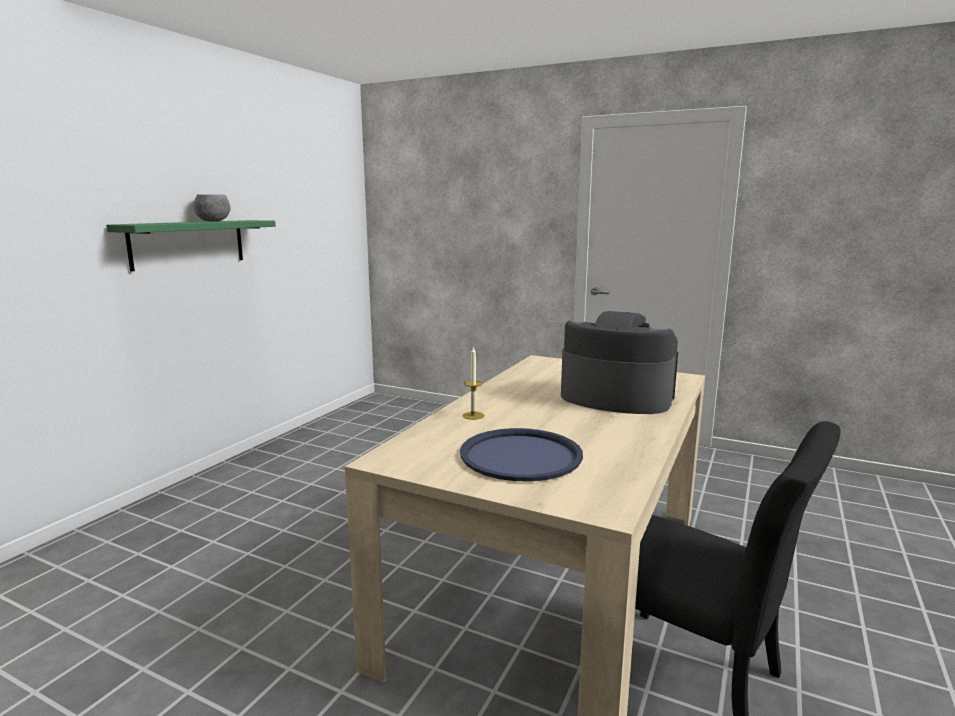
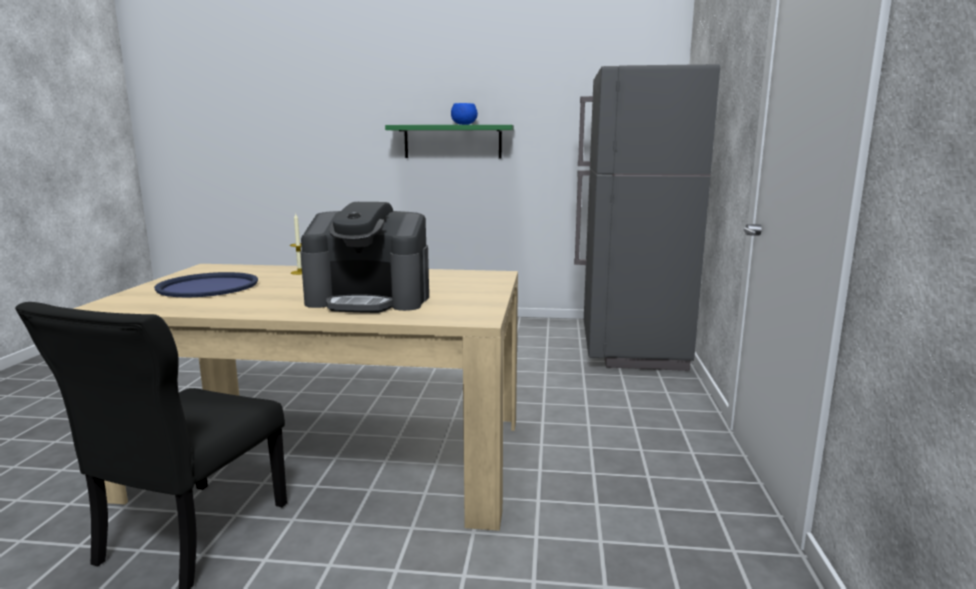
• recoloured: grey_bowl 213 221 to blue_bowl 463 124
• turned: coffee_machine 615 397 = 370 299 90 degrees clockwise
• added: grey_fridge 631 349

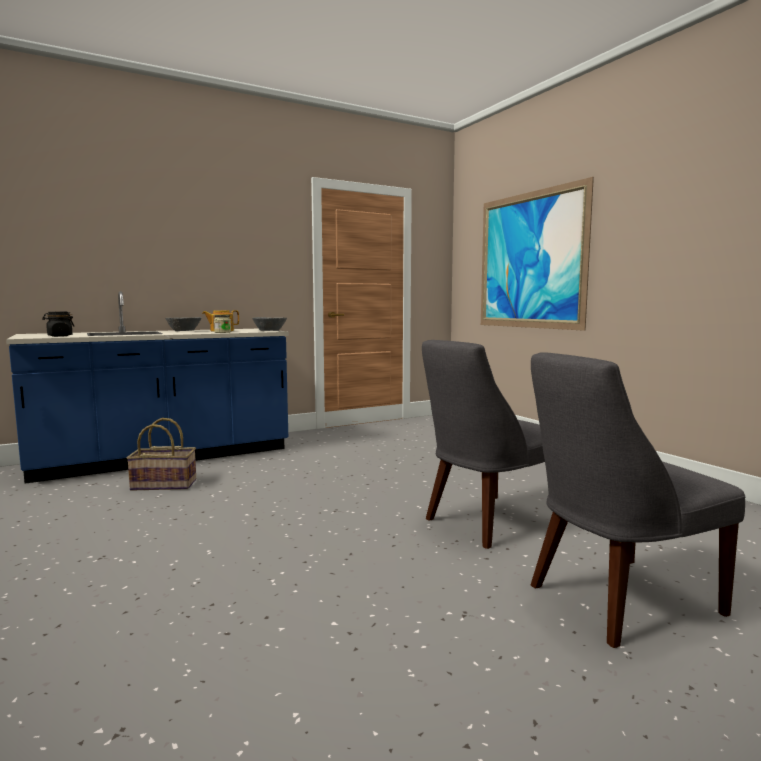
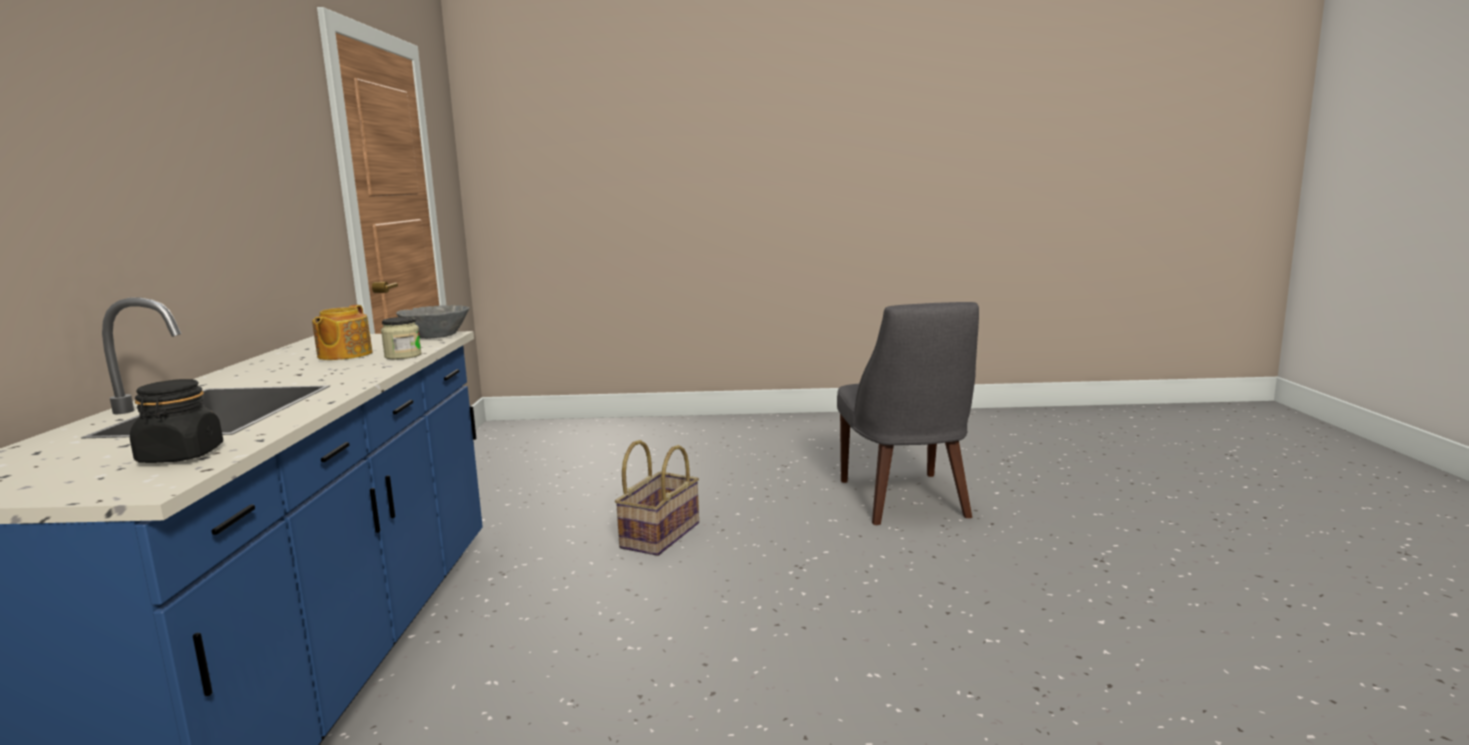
• removed: picture 530 260
• removed: grey_bowl 184 331
• removed: grey_chair 616 600
• moved: basket 164 484 to 659 535

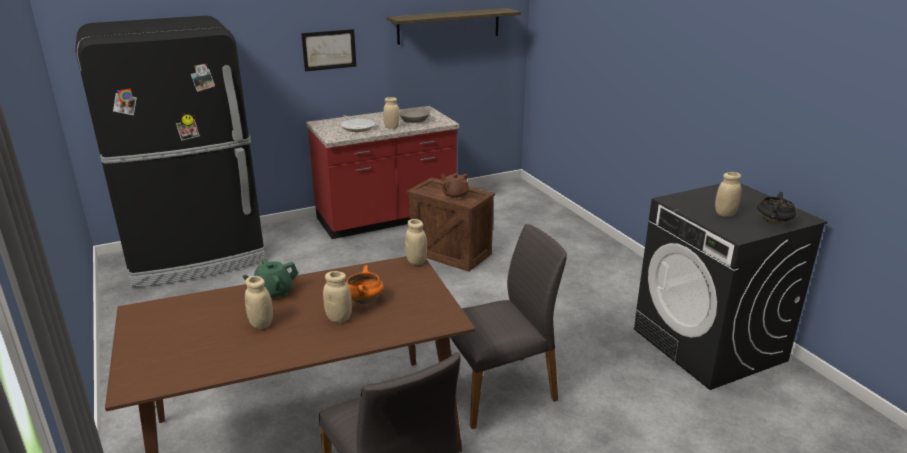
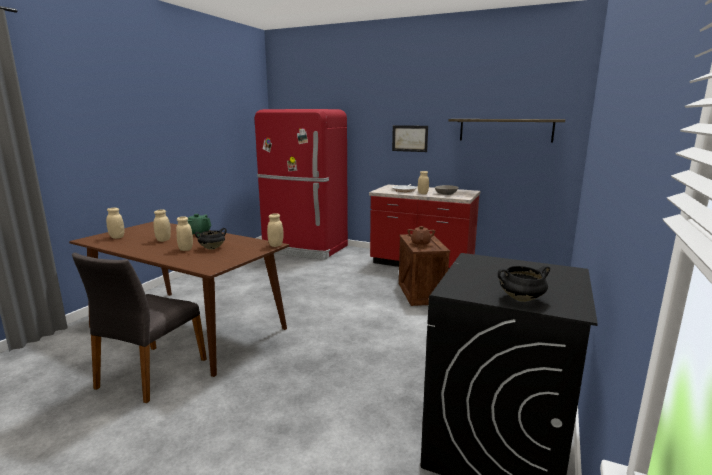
• recoloured: black_fridge 197 257 to red_fridge 304 248
• moved: beige_jar 725 214 to 117 237
• removed: grey_chair 499 388
• recoloured: orange_cooking_pot 364 300 to black_cooking_pot 212 248

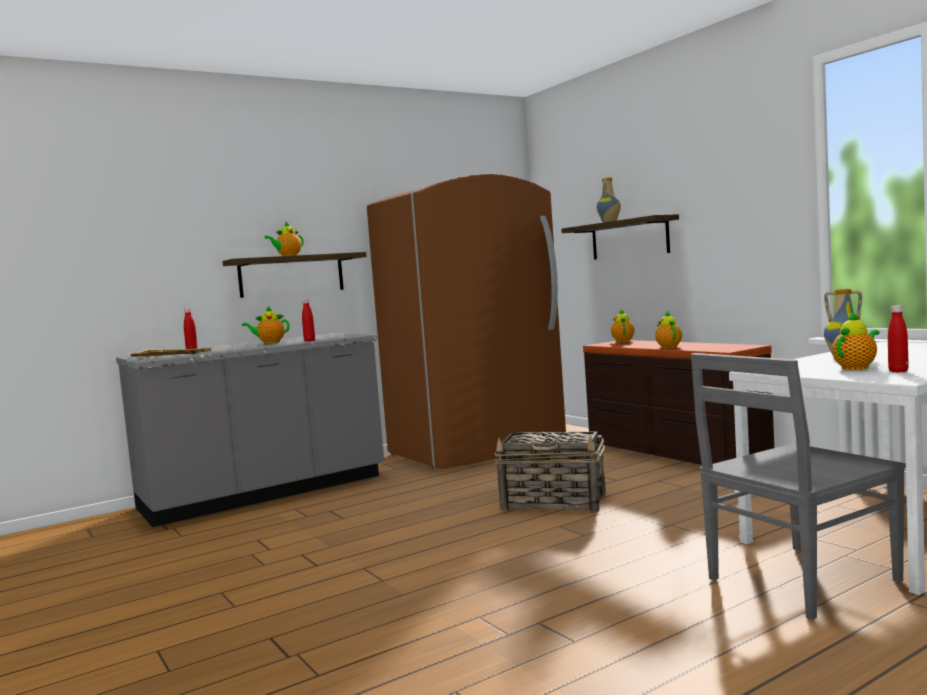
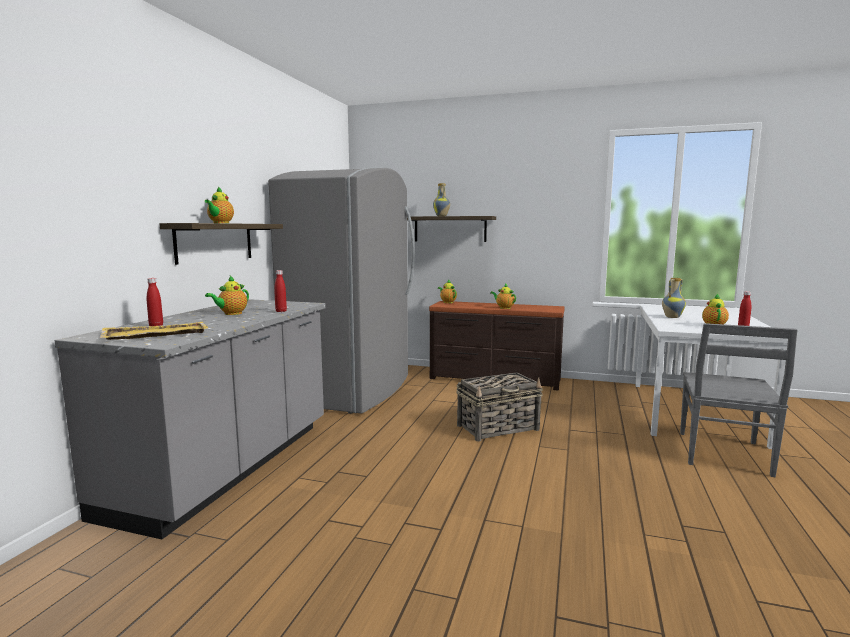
• recoloured: brown_fridge 479 449 to grey_fridge 352 391

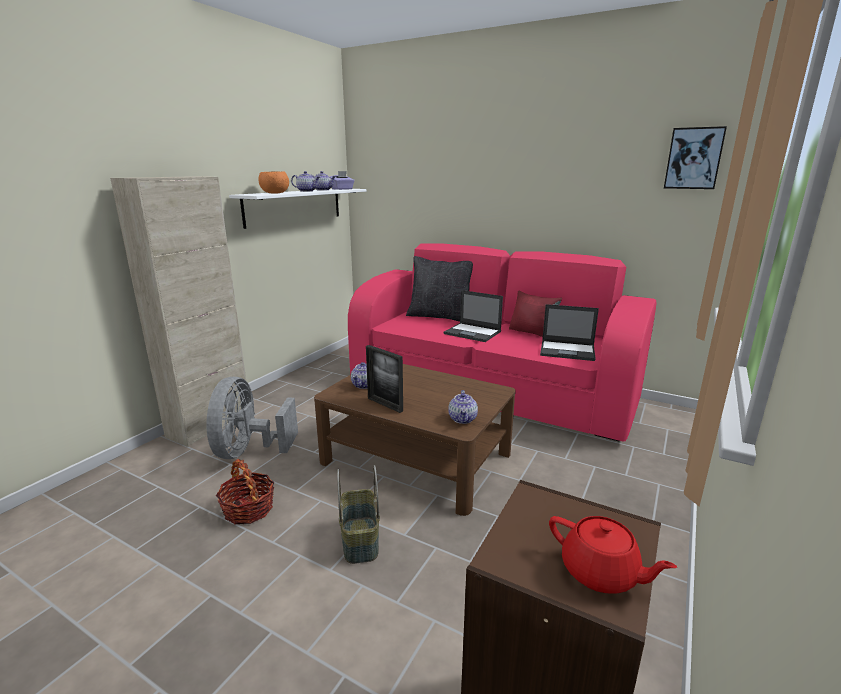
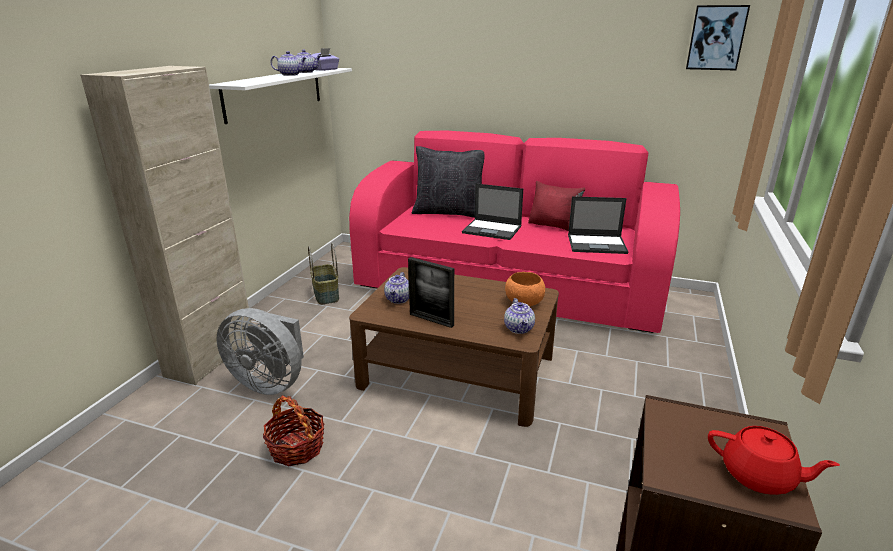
• moved: orange_bowl 275 193 to 524 302
• turned: grey_fan 249 451 = 270 382 60 degrees counterclockwise
• moved: basket 359 539 to 325 294

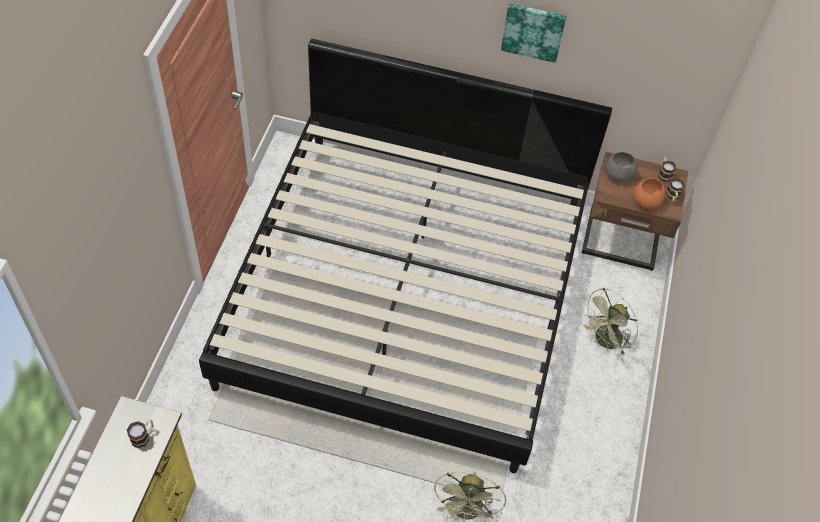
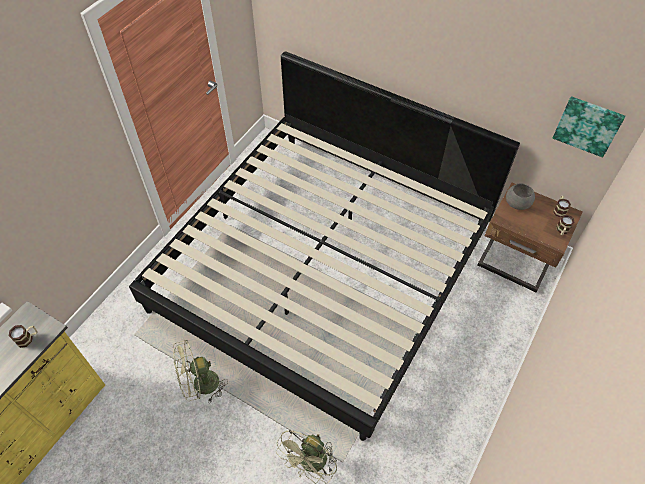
• moved: picture 533 31 to 588 125
• removed: orange_bowl 647 200
• moved: green_fan 604 341 to 200 385

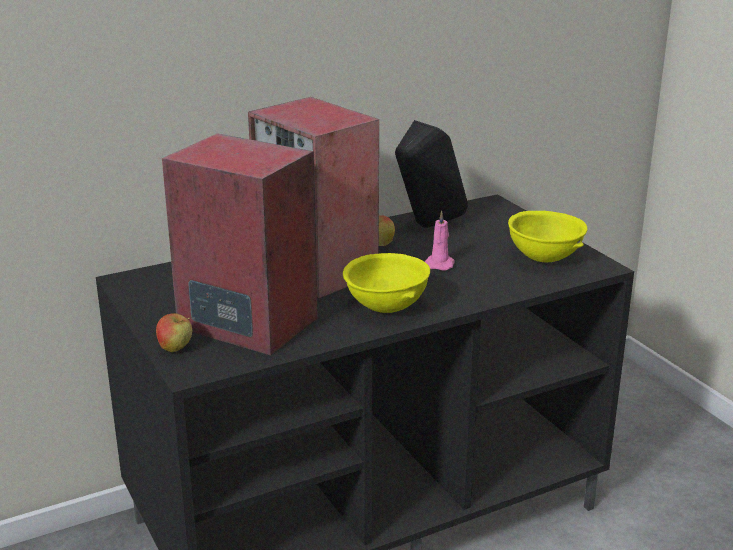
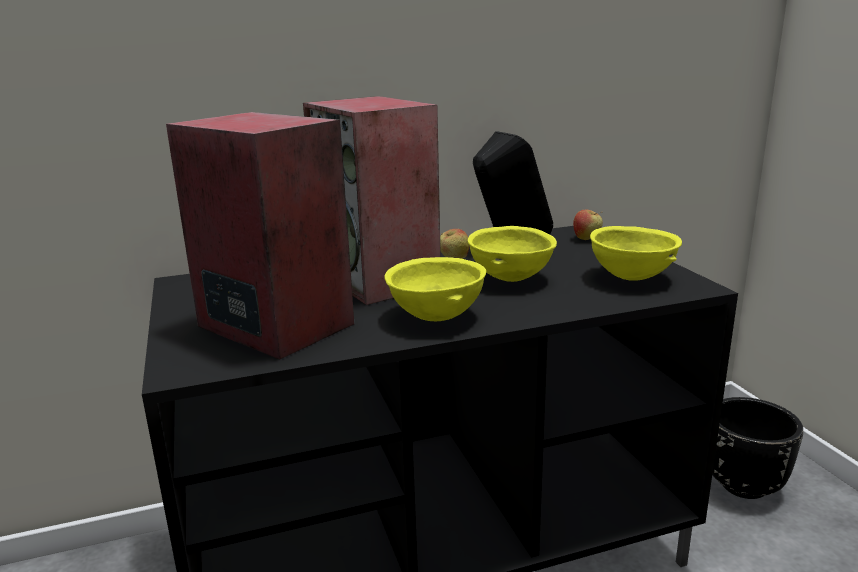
• replaced: pink_candle 440 264 to yellow_bowl 512 279
• moved: apple 175 349 to 587 239
• added: black_planter 744 485

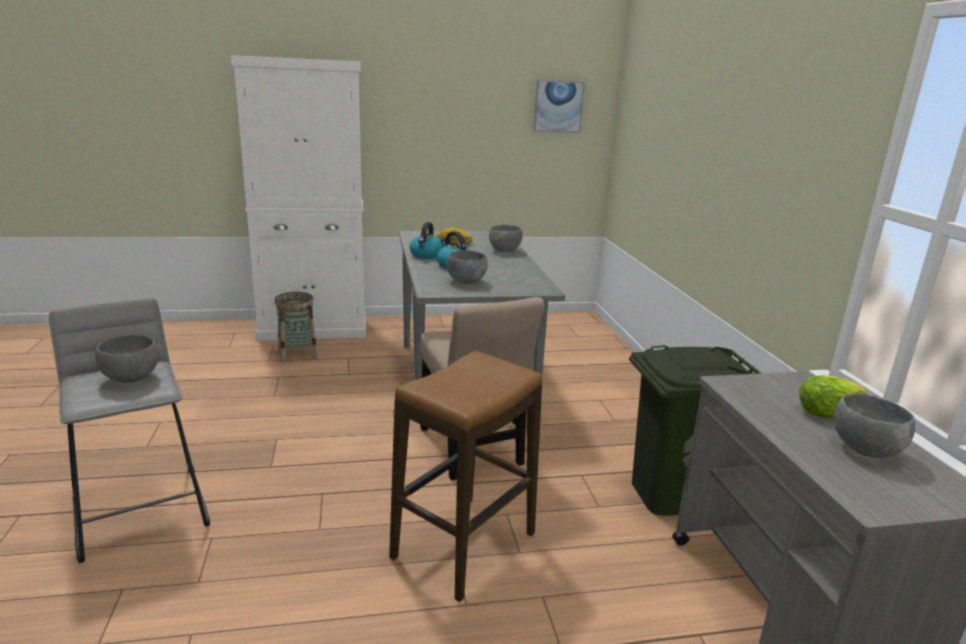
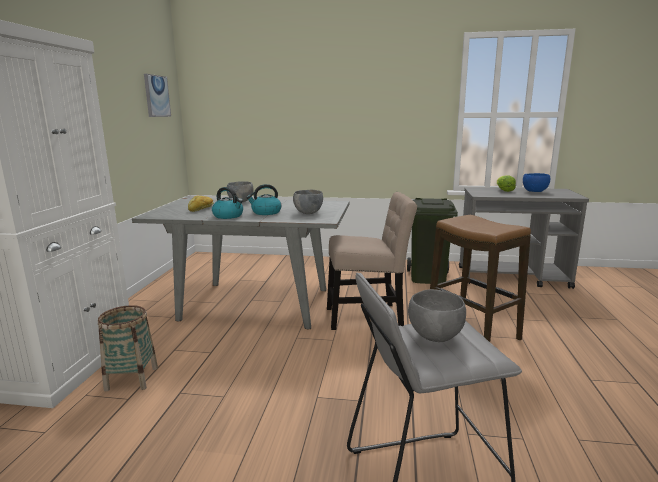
• recoloured: grey_bowl 865 450 to blue_bowl 535 191

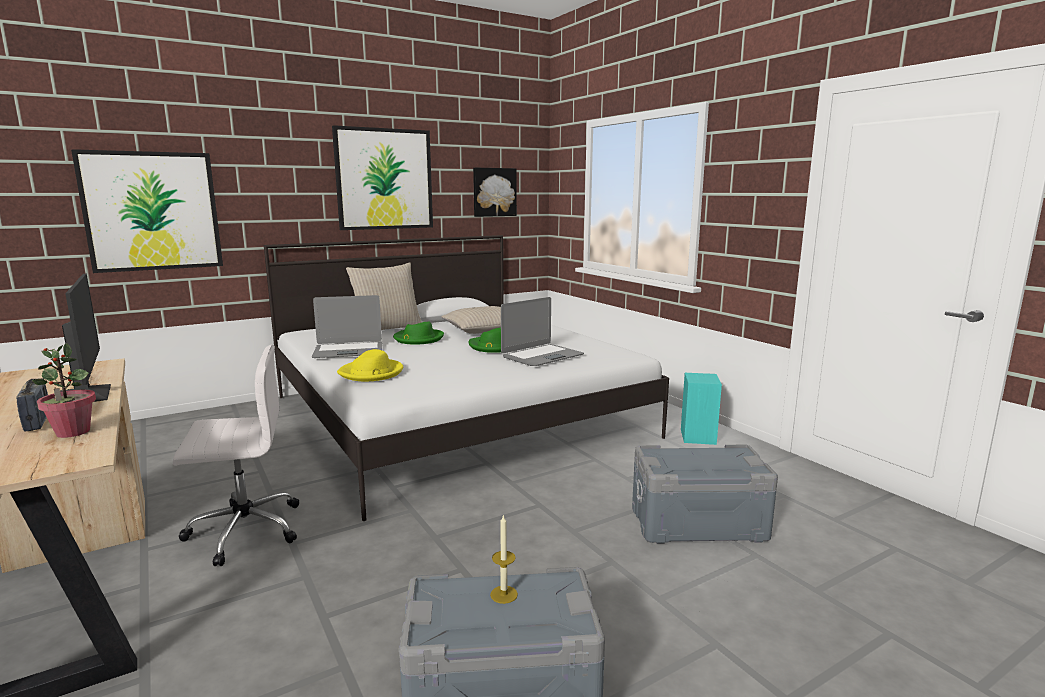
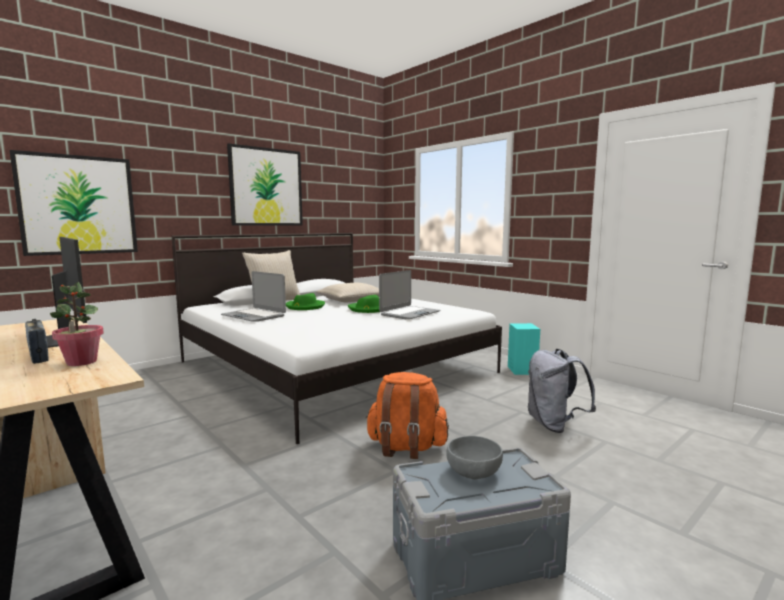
• removed: picture 494 192
• turned: laptop 348 351 = 254 316 60 degrees clockwise
• removed: white_office_chair 243 530
• removed: yellow_hat 372 373
• replaced: grey_storage_box 698 524 to grey_backpack 554 425
• replaced: candle 504 594 to grey_bowl 474 471
• added: orange_backpack 406 447

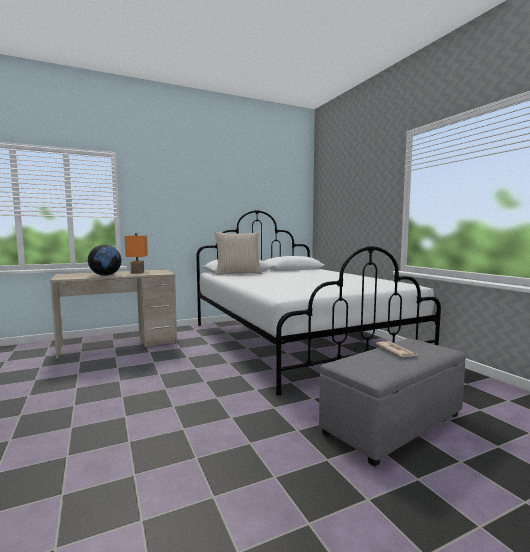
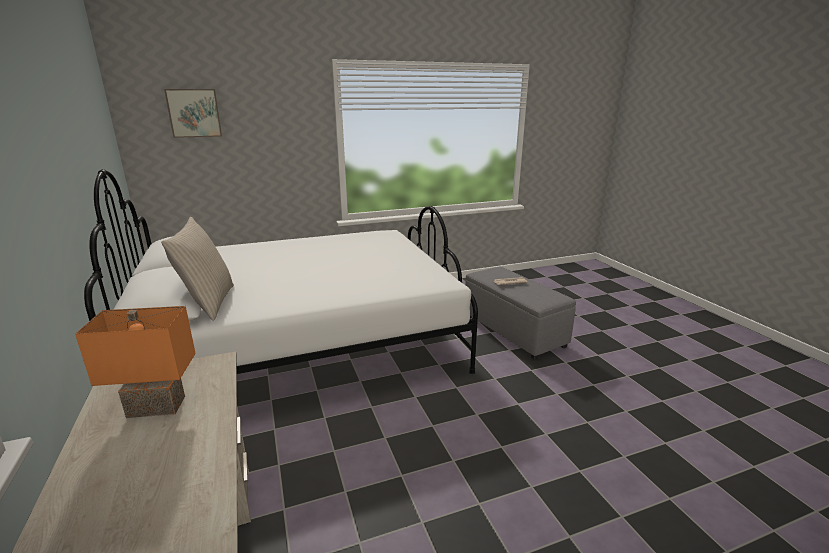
• removed: globe 105 275
• added: picture 194 113

